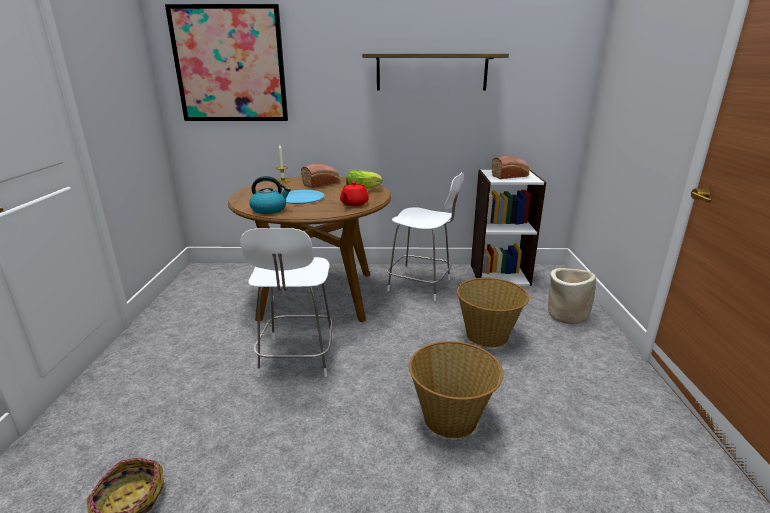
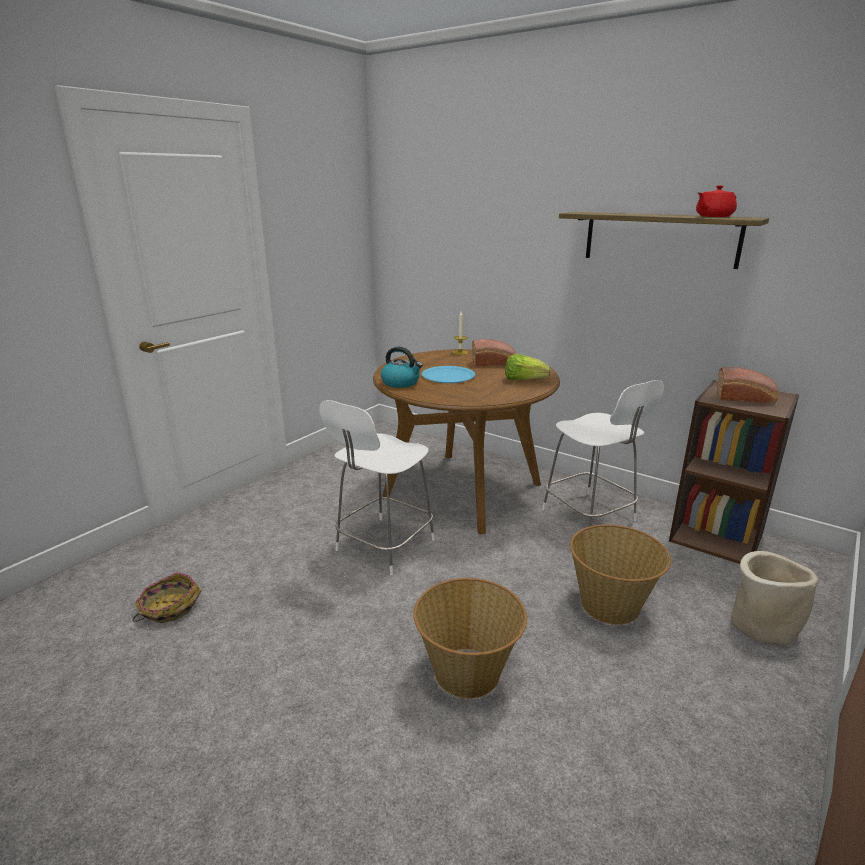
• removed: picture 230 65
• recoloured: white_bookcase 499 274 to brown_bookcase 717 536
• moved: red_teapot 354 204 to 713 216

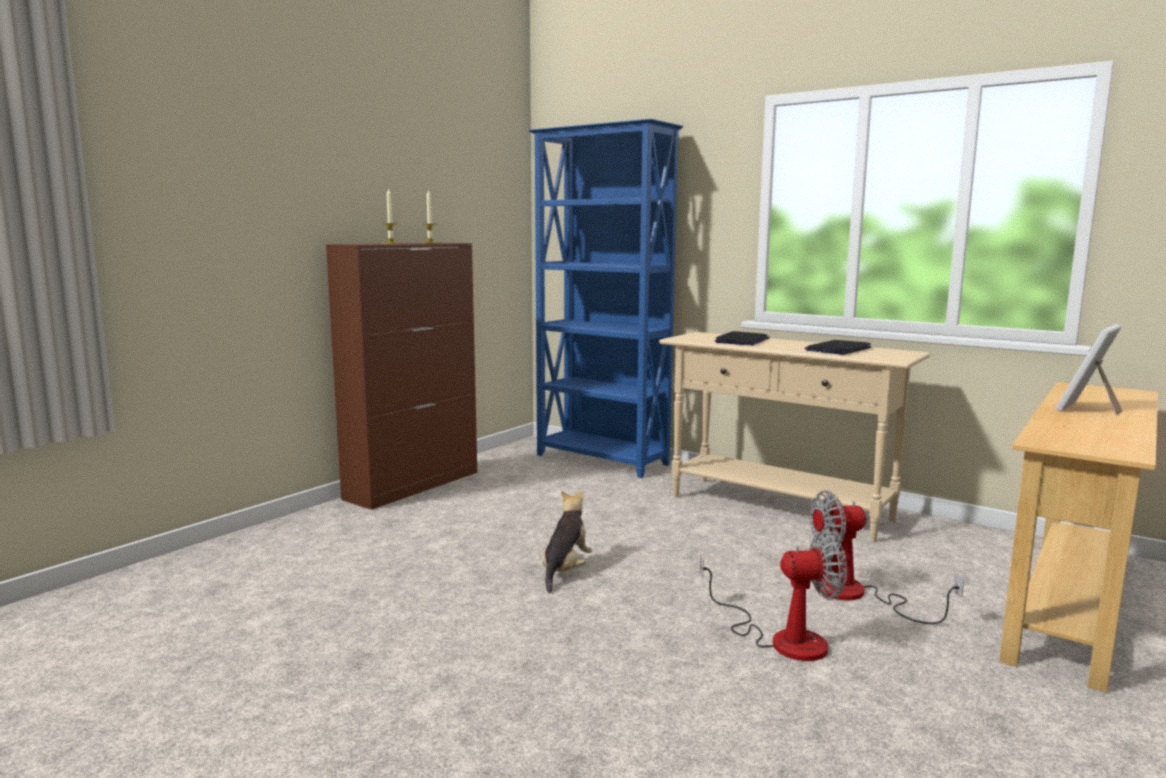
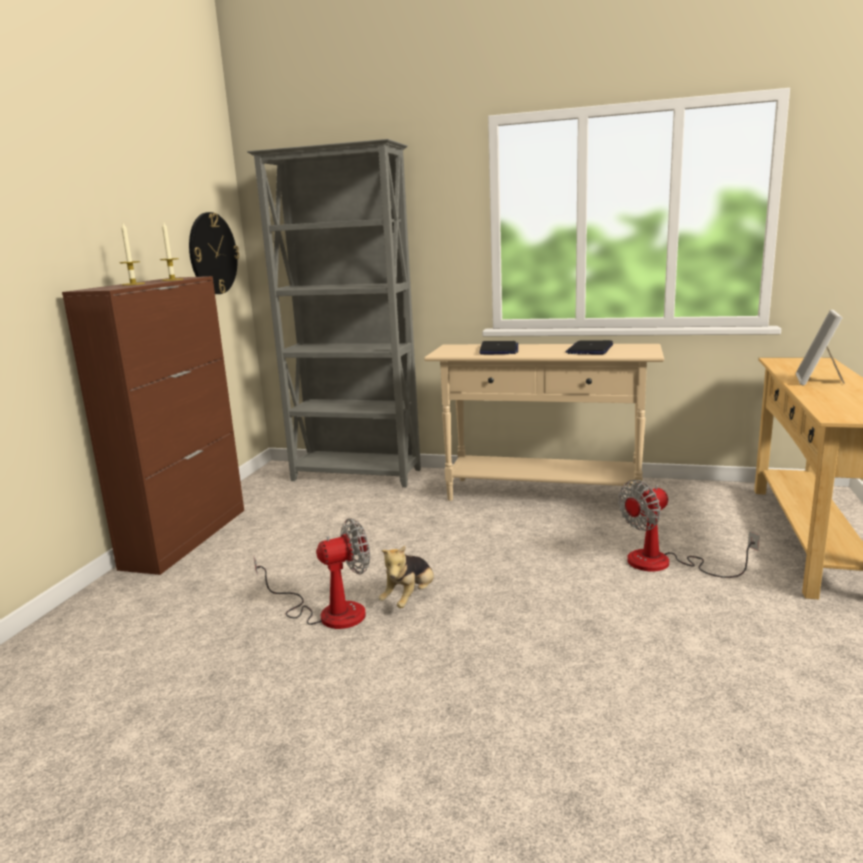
• recoloured: blue_bookcase 602 460 to grey_bookcase 357 476
• turned: plush_toy 565 570 = 410 598 150 degrees counterclockwise
• moved: fan 781 638 to 328 612
• added: wall_clock 212 253

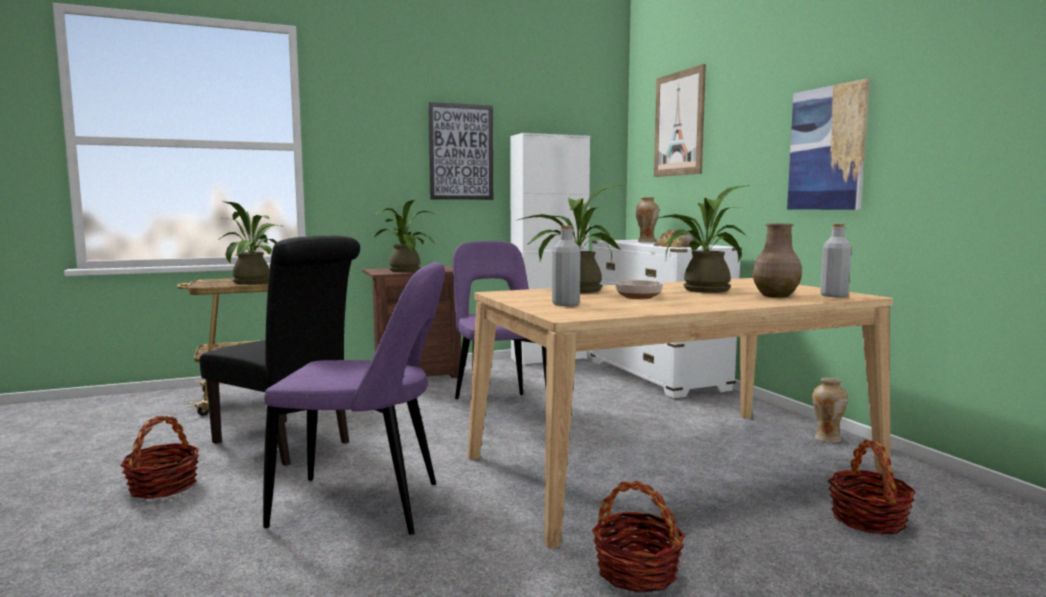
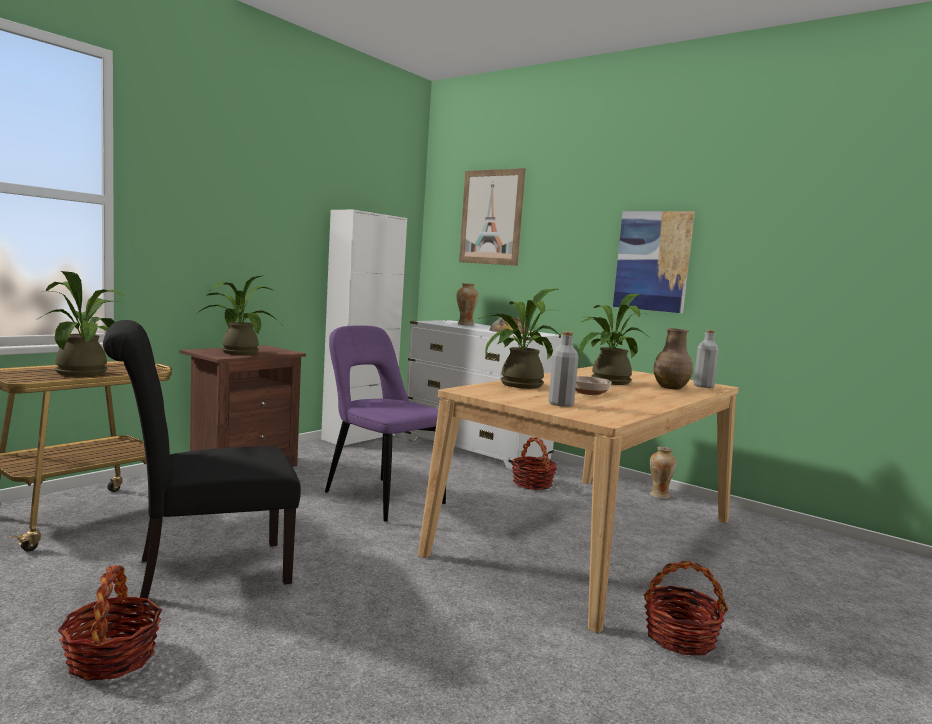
• removed: picture 461 152
• turned: black_chair 288 443 = 203 571 150 degrees clockwise
• removed: purple_chair 365 506
• moved: basket 868 519 to 532 484

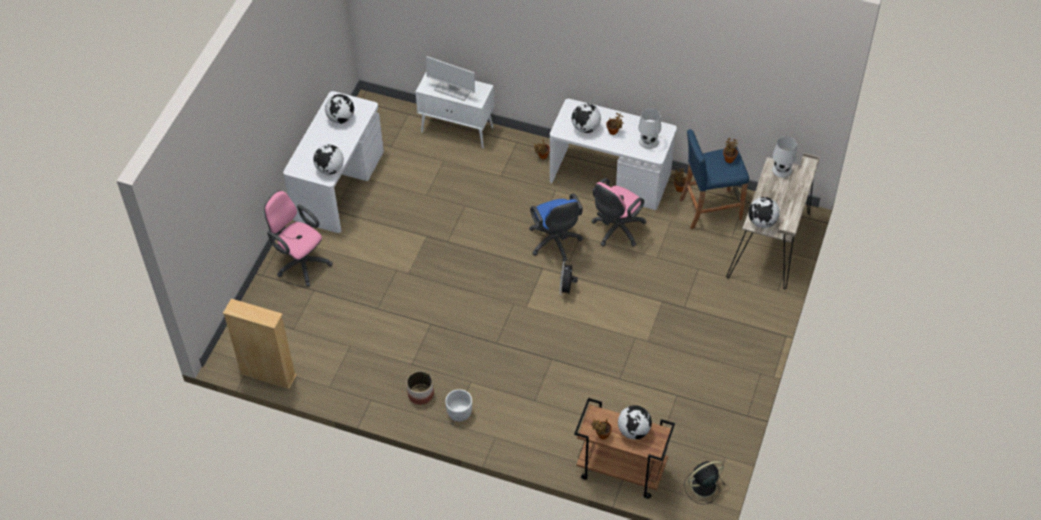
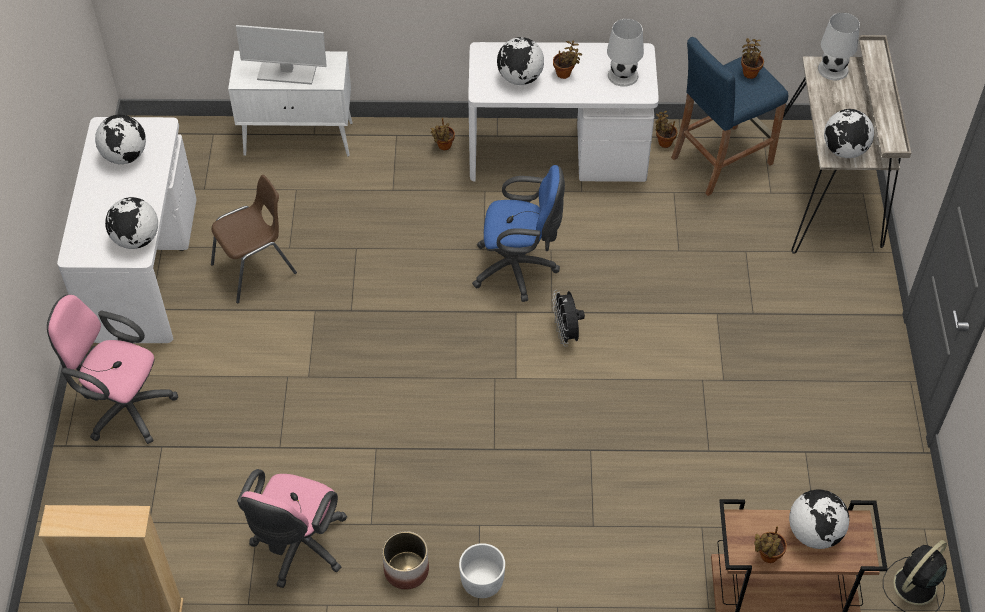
• moved: pink_office_chair 616 230 to 298 548
• turned: blue_office_chair 555 243 = 519 269 45 degrees counterclockwise
• added: brown_chair 255 269

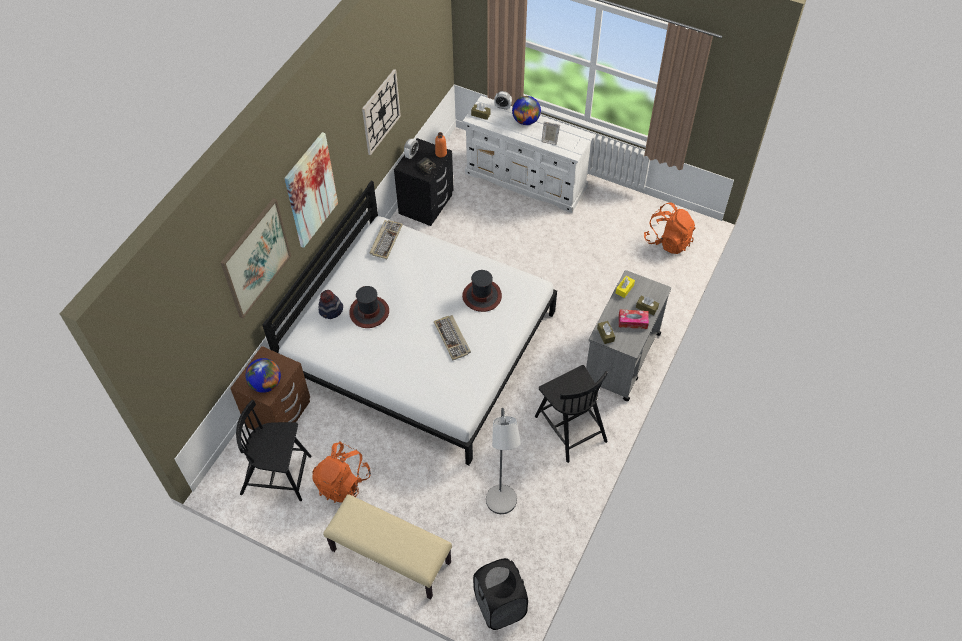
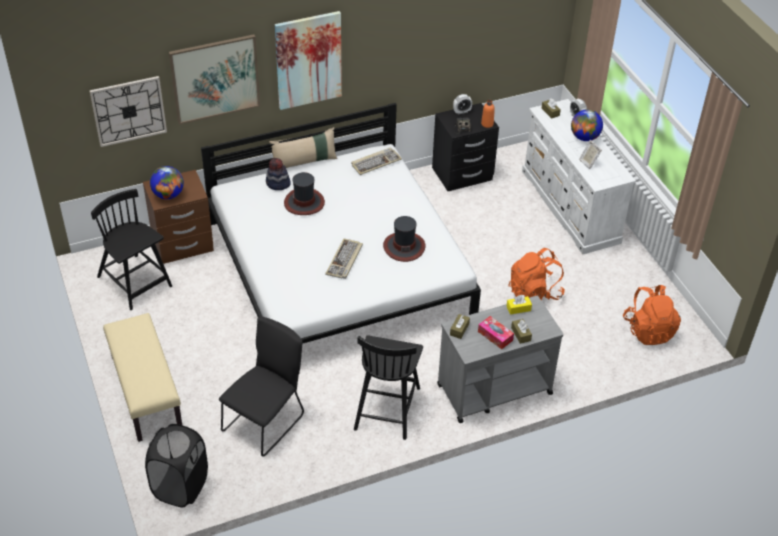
• moved: wall_clock 380 112 to 129 111
• replaced: grey_floor_lamp 502 505 to black_chair 266 421
• moved: orange_backpack 343 482 to 534 293
• added: beige_pillow 304 162

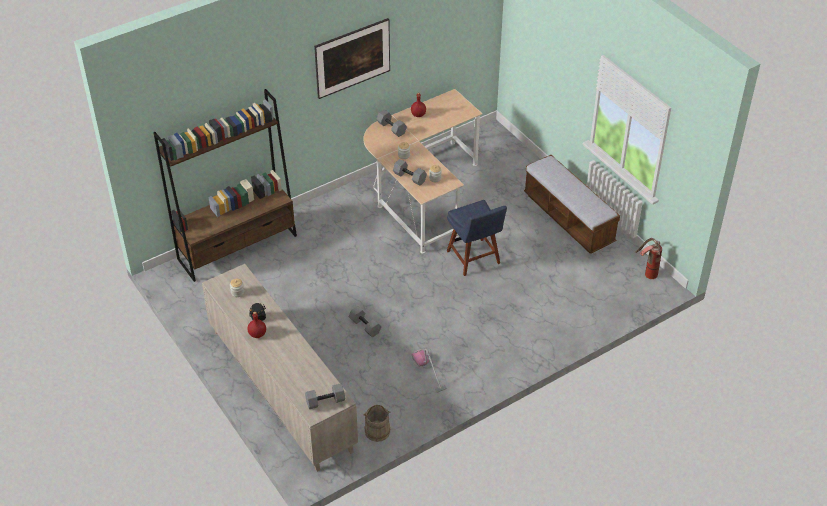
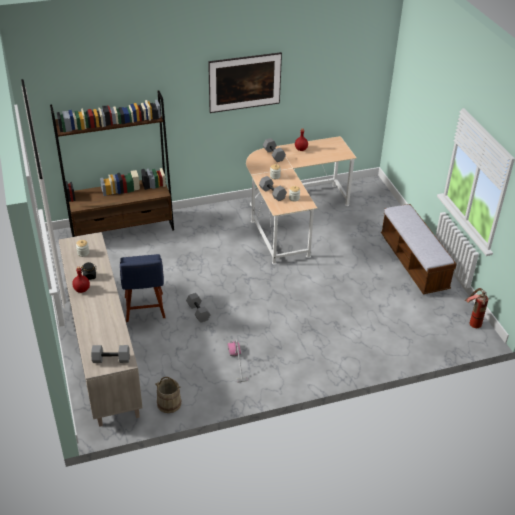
• moved: blue_chair 474 259 to 144 309

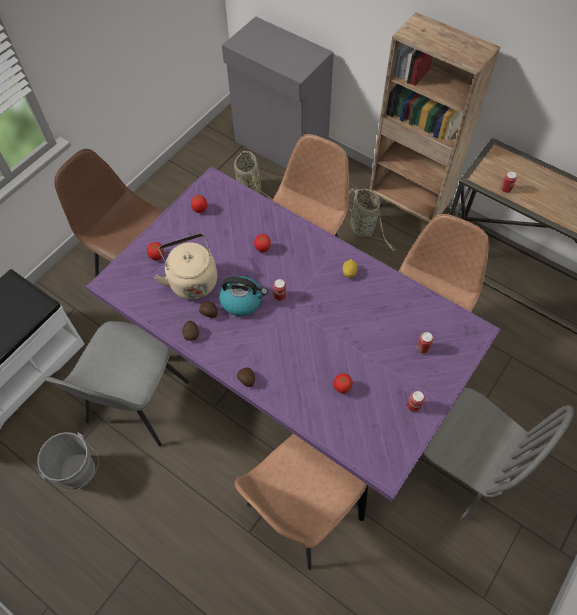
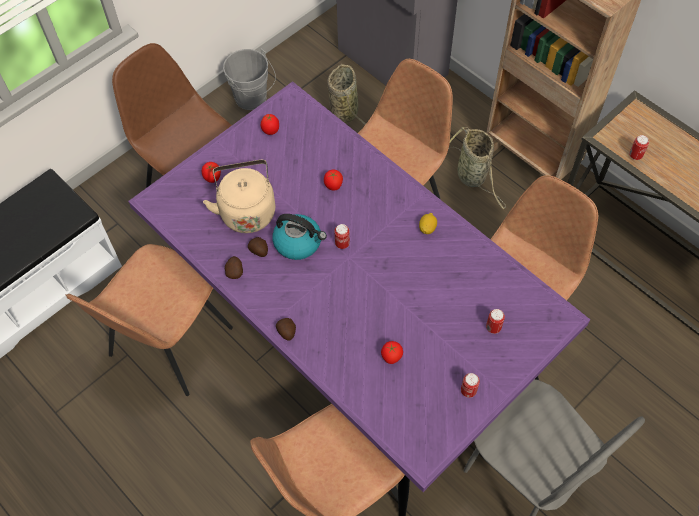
• recoloured: grey_chair 136 404 to brown_chair 169 344
• moved: grey_bucket 81 473 to 253 100

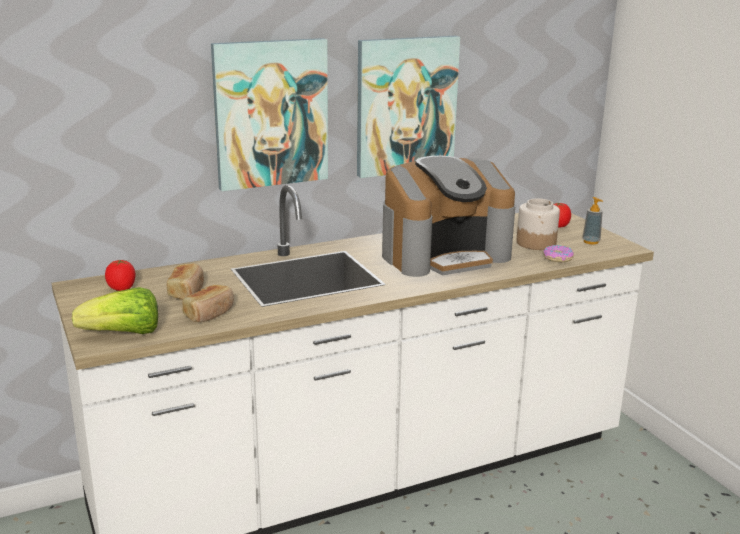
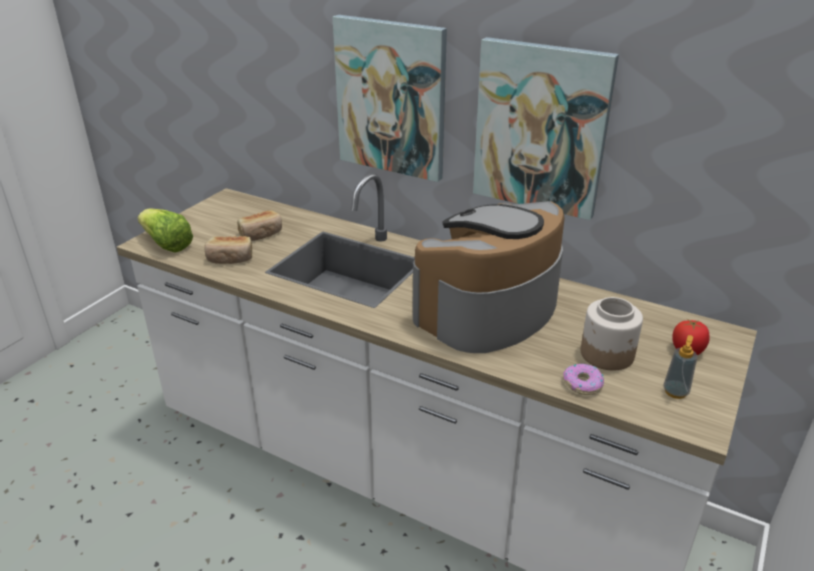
• turned: coffee_machine 444 255 = 488 311 105 degrees clockwise
• removed: tomato 122 288

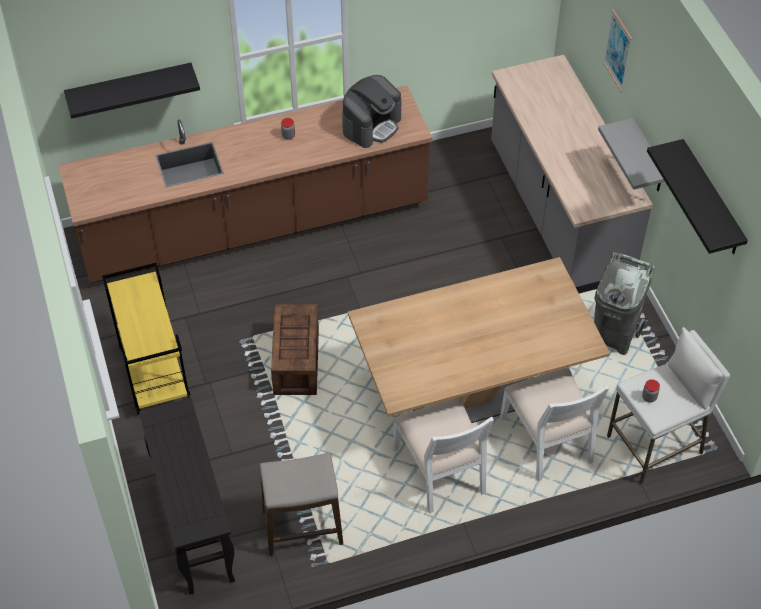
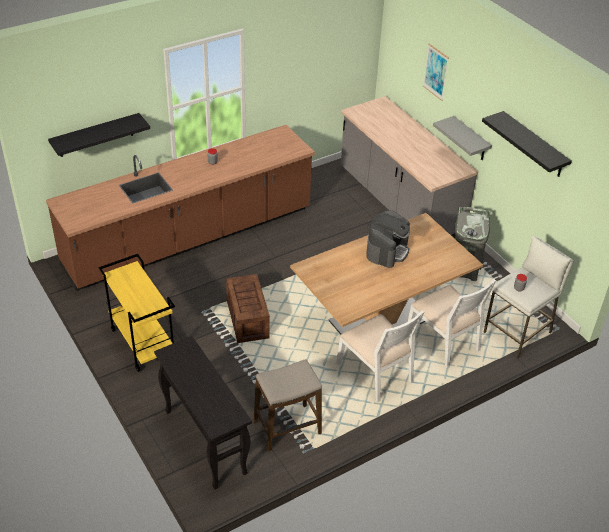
• moved: coffee_machine 371 125 to 387 250

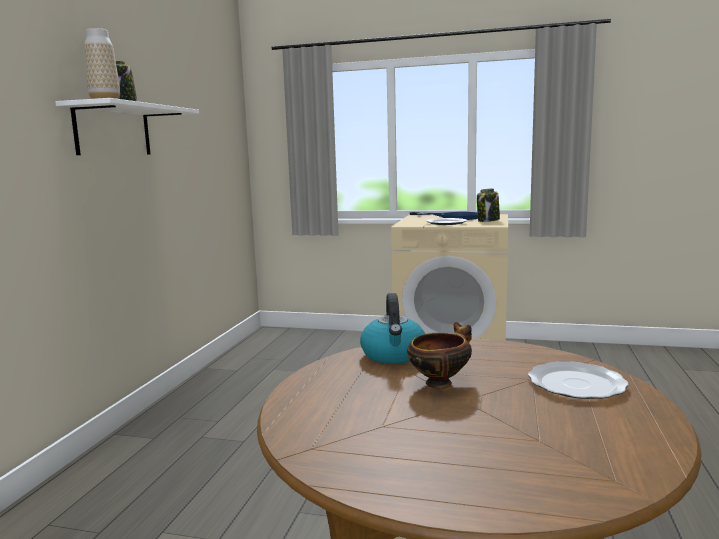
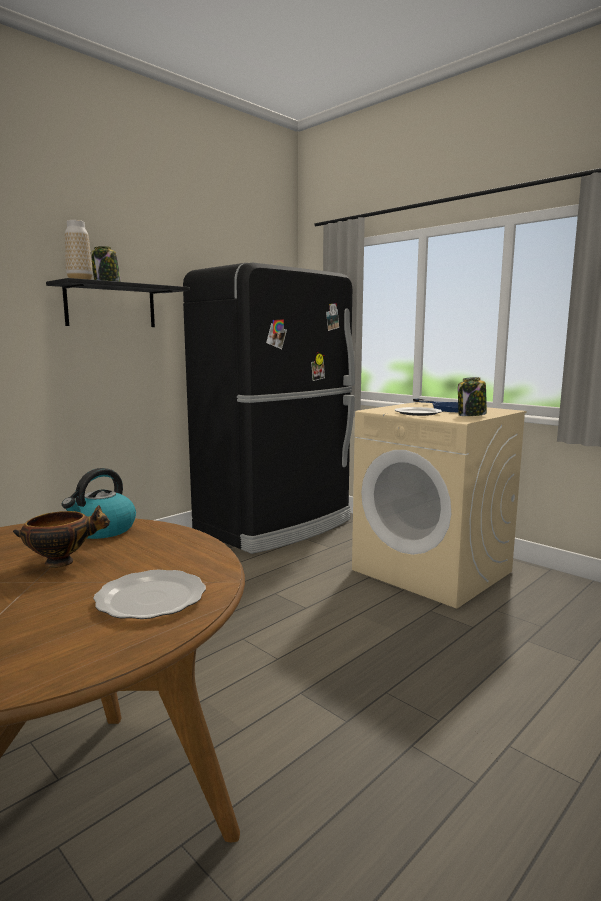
• recoloured: white_shelf 113 131 to black_shelf 111 306
• added: black_fridge 276 525

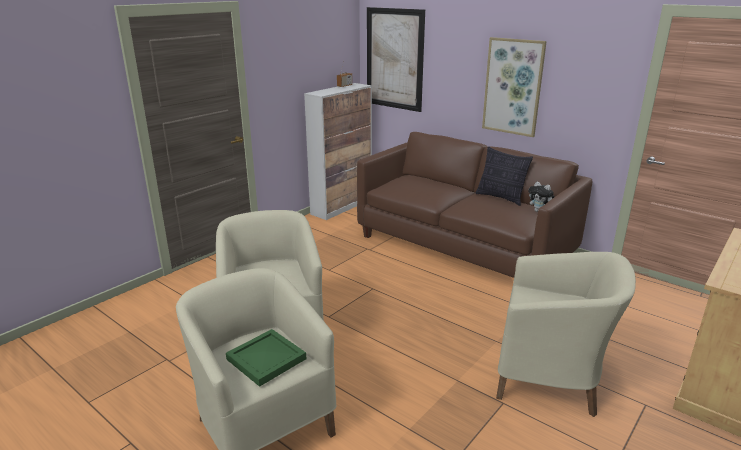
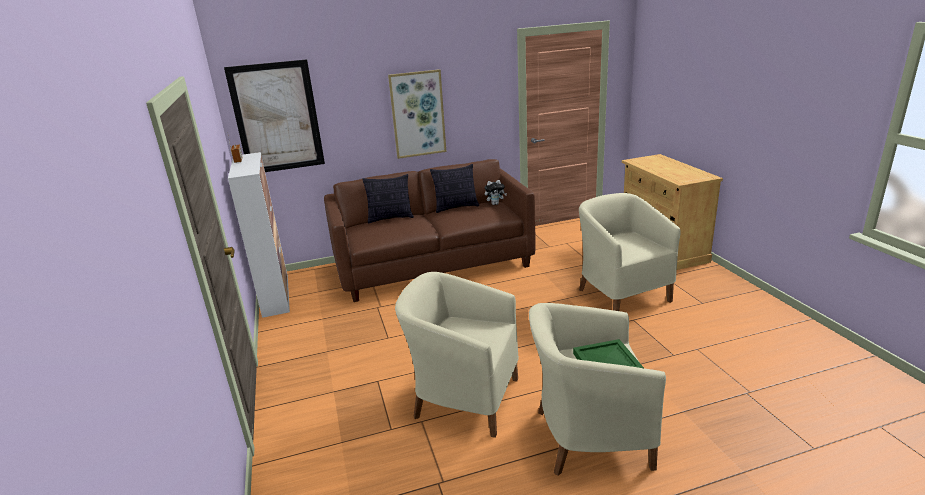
• turned: beige_armchair 550 378 = 621 294 75 degrees counterclockwise
• added: pillow 390 218

